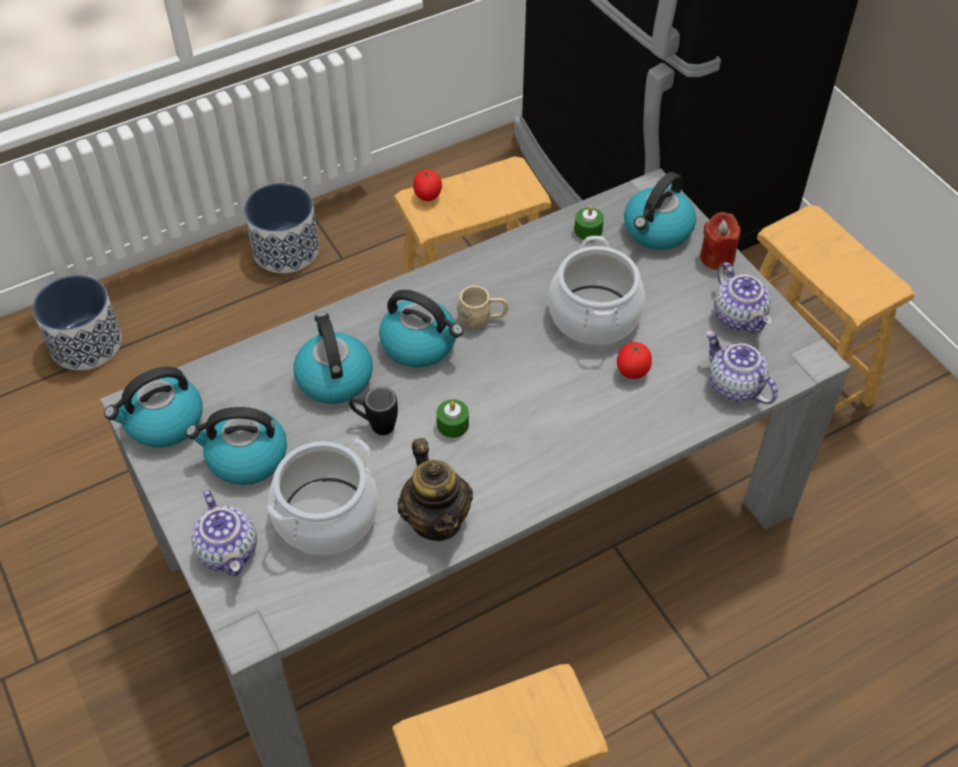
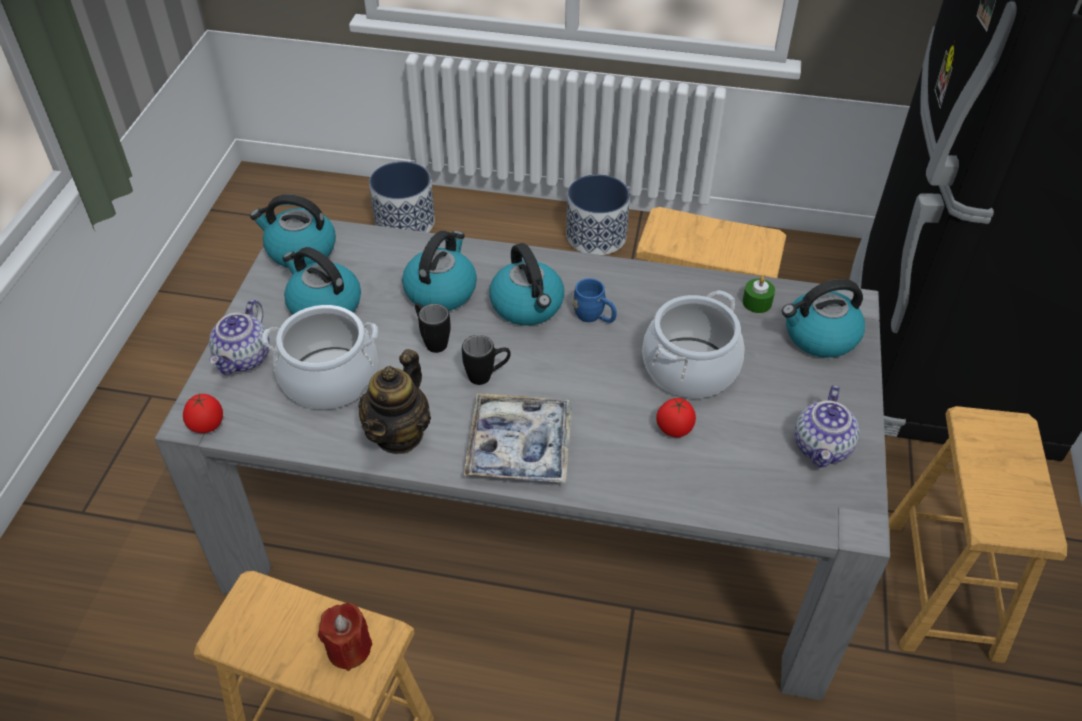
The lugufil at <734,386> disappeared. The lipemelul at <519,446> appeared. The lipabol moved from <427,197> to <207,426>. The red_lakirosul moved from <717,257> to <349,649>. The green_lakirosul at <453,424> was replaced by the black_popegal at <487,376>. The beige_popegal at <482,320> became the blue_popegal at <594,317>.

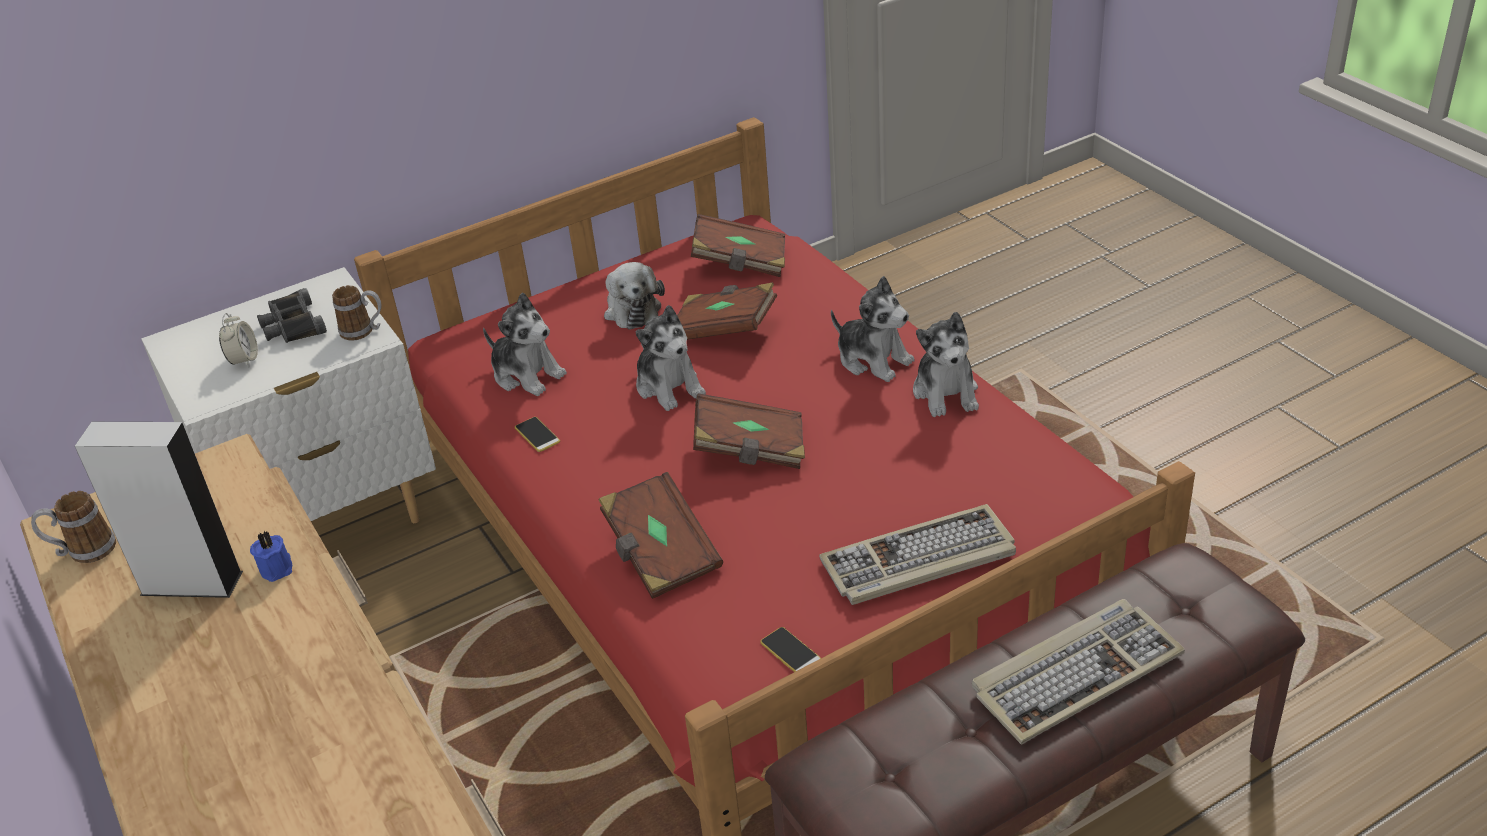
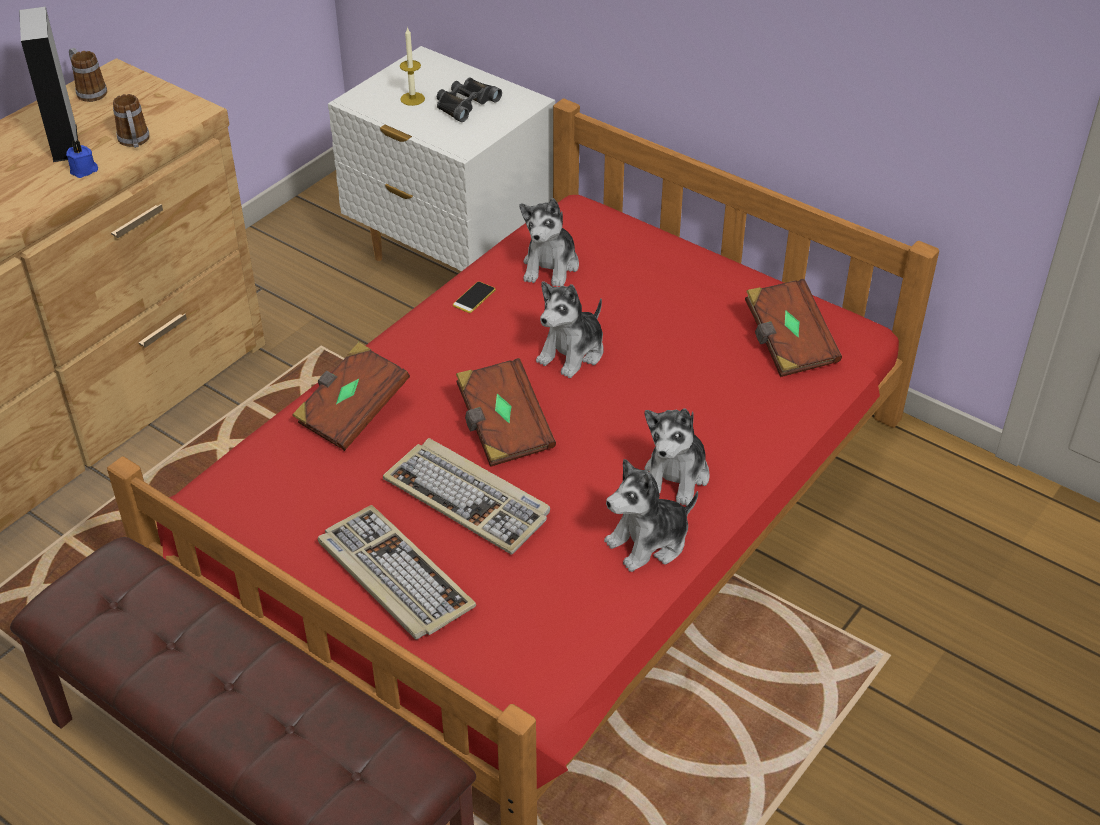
The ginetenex at <632,309> disappeared. The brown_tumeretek at <724,330> disappeared. The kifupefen at <790,651> disappeared. The popegal moved from <363,331> to <135,142>. The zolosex moved from <1076,673> to <469,499>. The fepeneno at <244,360> was replaced by the lakirosul at <412,99>.

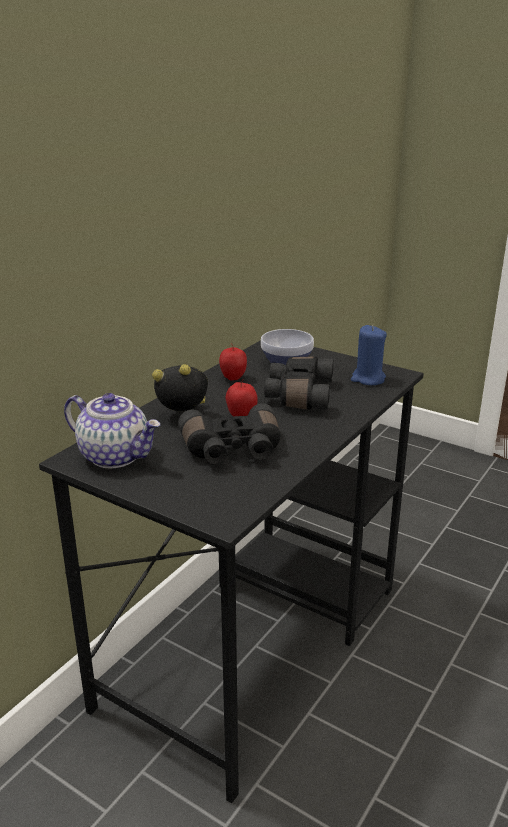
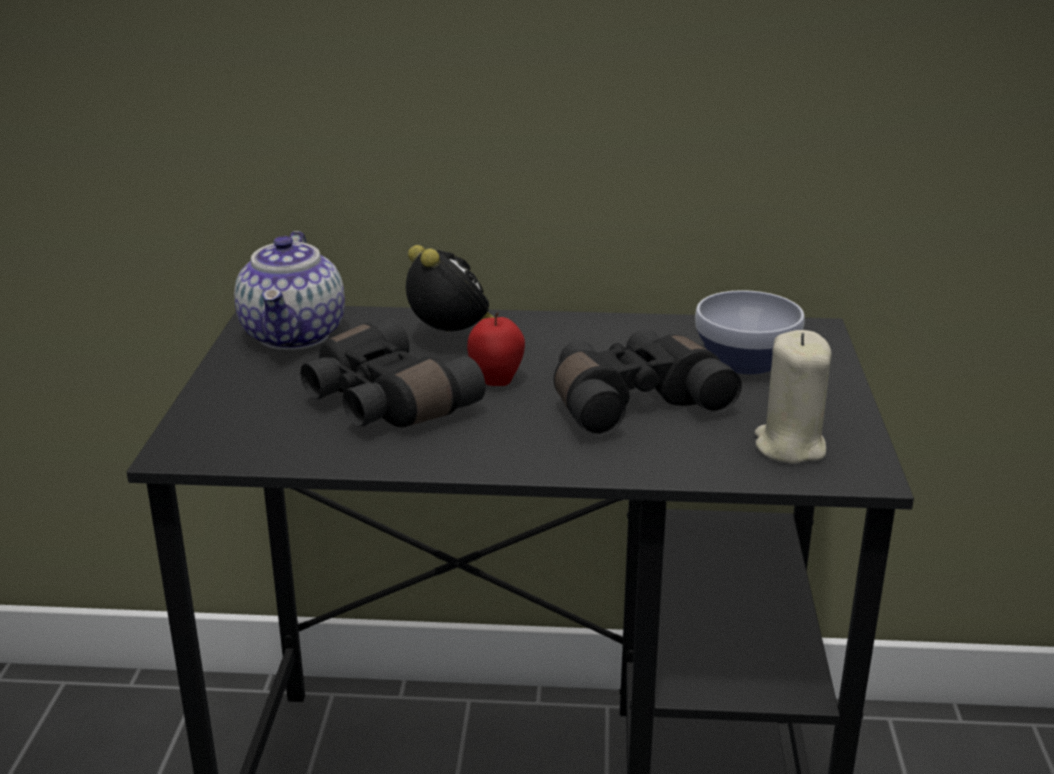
The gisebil at <233,378> disappeared. The blue_lakirosul at <368,379> became the beige_lakirosul at <789,446>.

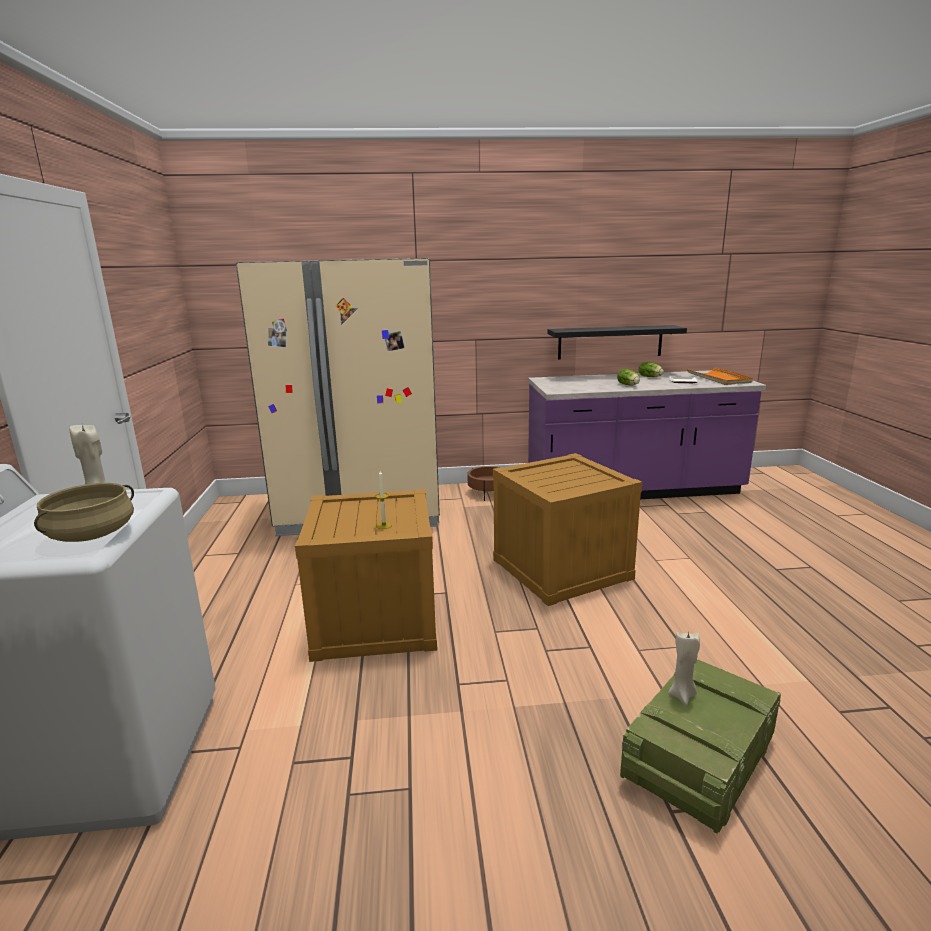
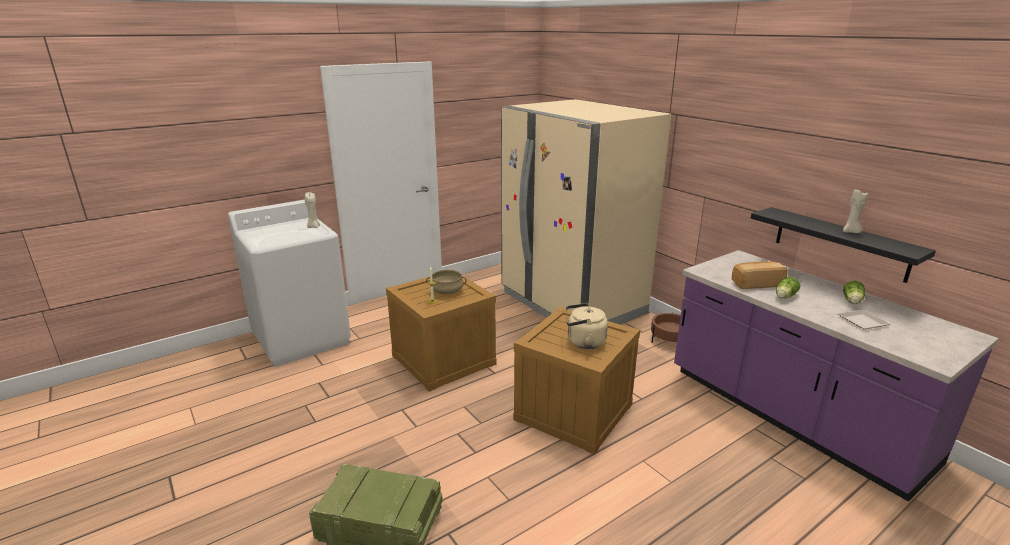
The orange_lipemelul at <719,379> disappeared. The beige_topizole at <583,342> appeared. The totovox at <756,284> appeared. The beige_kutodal moved from <92,535> to <446,291>. The beige_lakirosul moved from <682,695> to <851,232>.

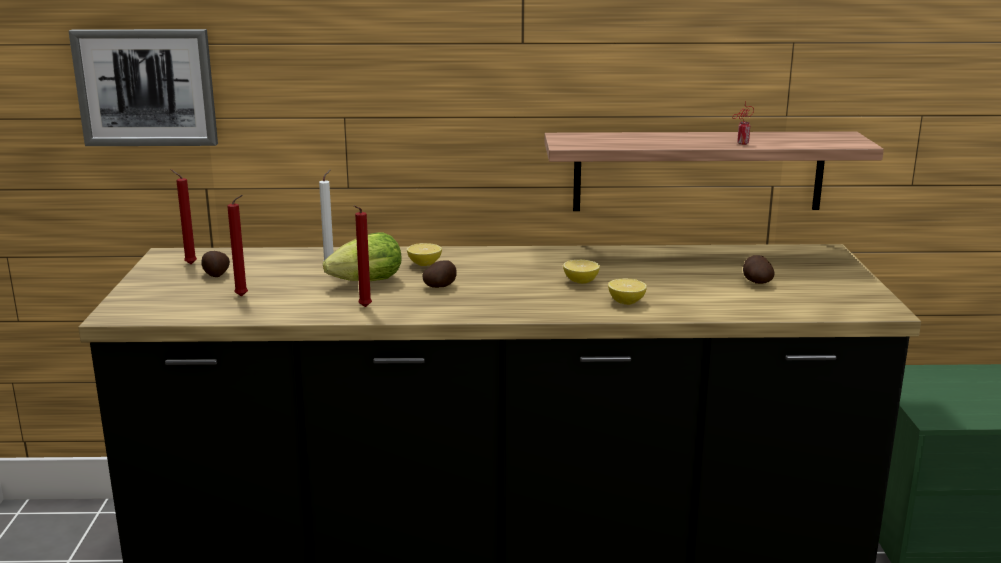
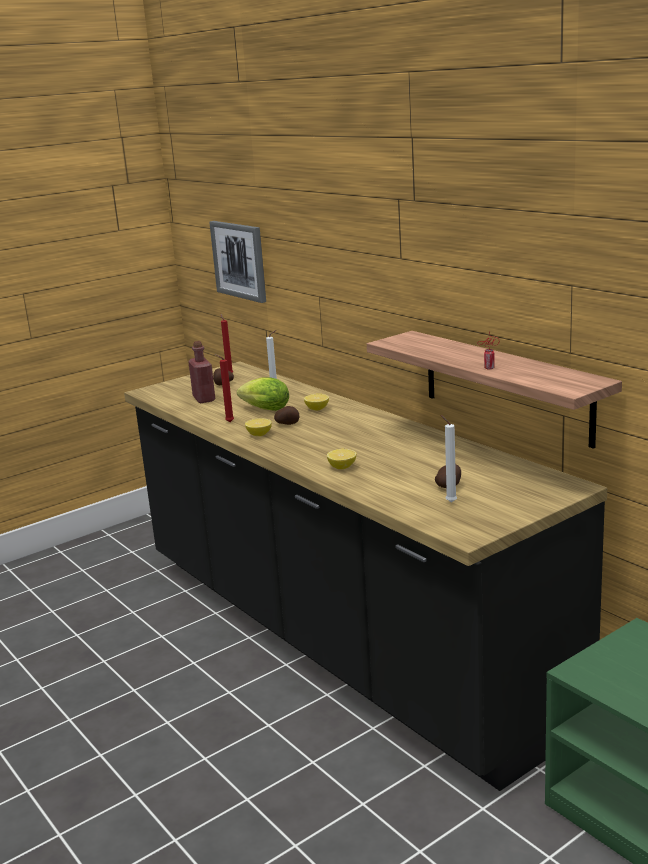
The white_lakirosul at <449,502> appeared. The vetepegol moved from <580,281> to <259,434>. The red_lakirosul at <243,296> was replaced by the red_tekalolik at <204,399>.

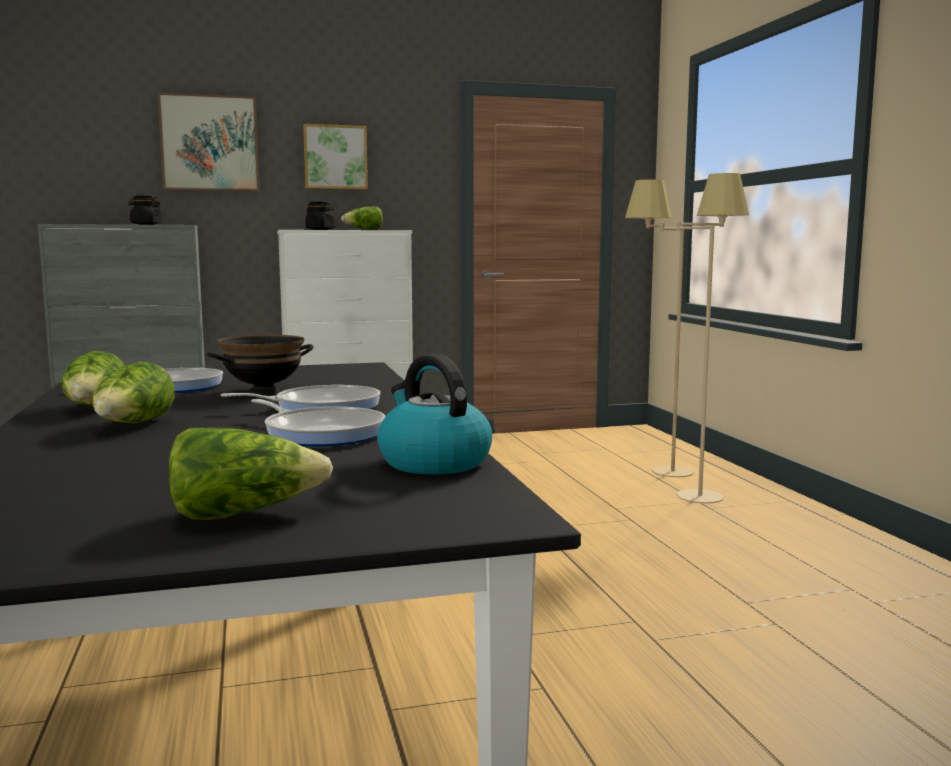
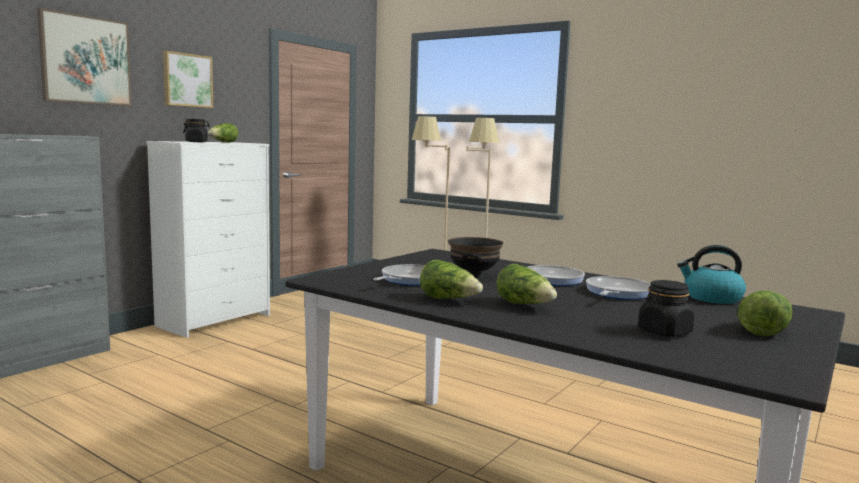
The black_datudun moved from <146,224> to <664,332>. The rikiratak at <321,433> turned 60 degrees counterclockwise.

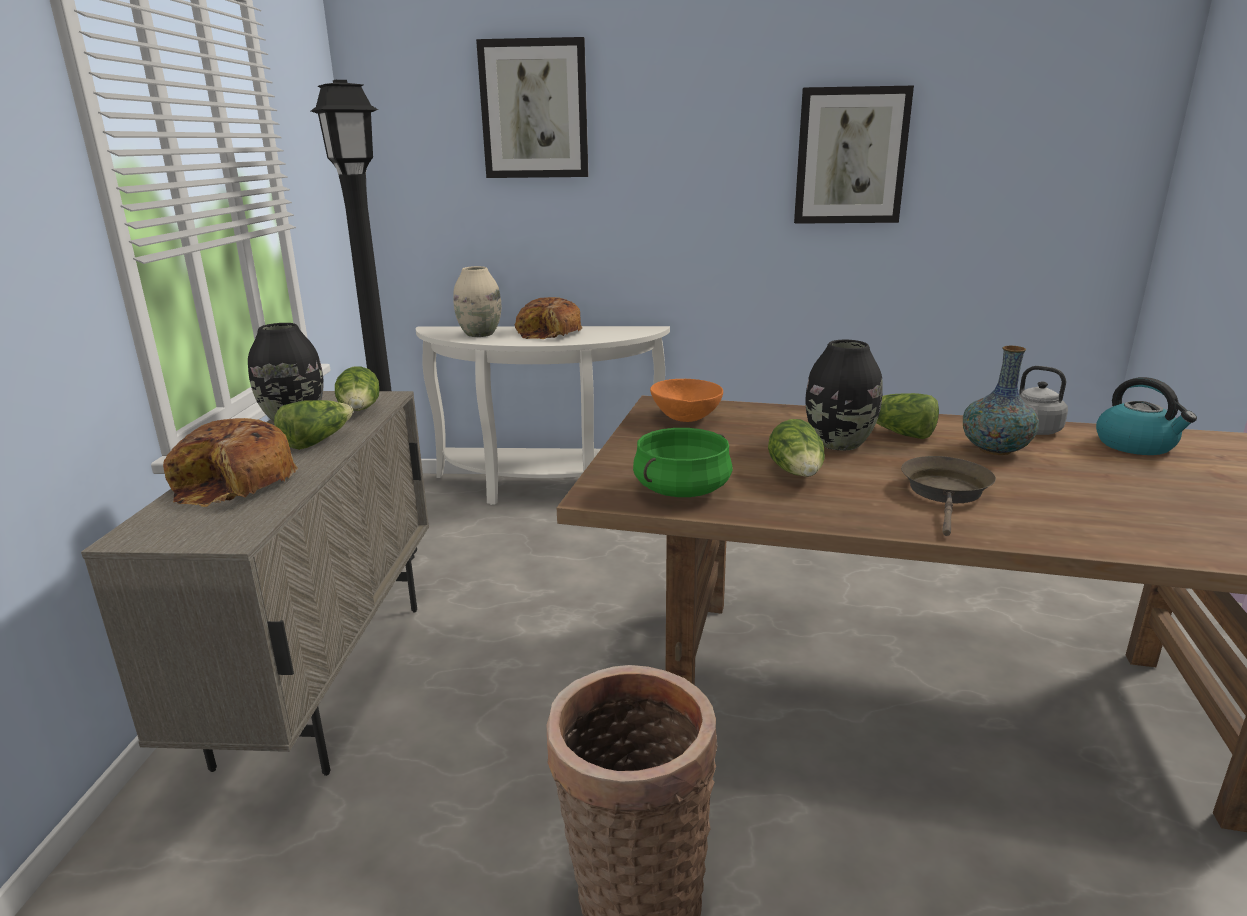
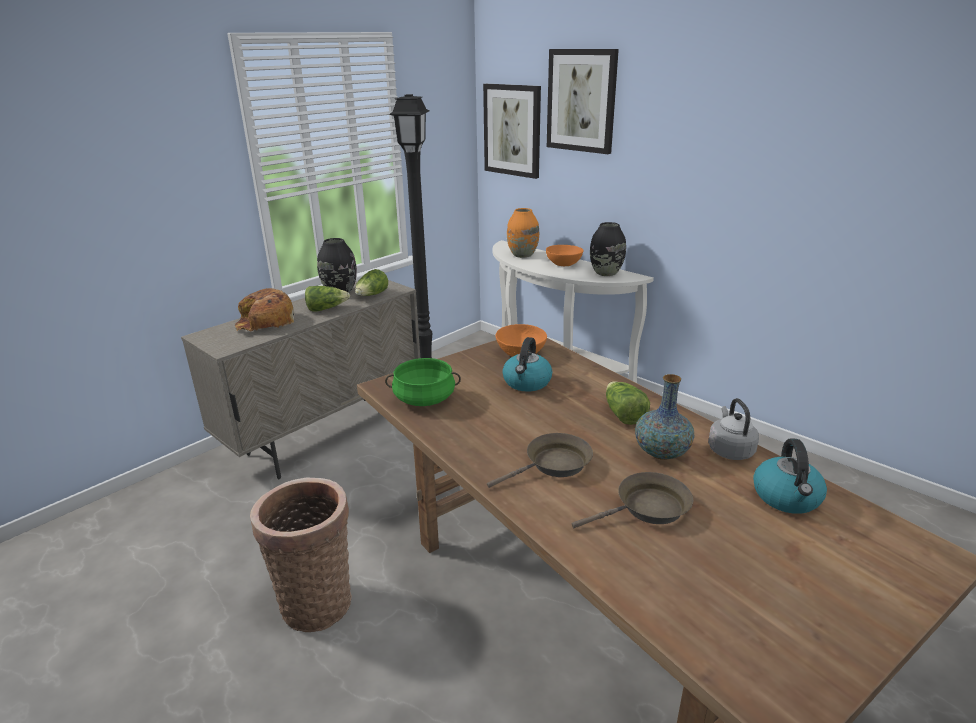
The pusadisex at <797,474> disappeared. The topizole at <527,382> appeared. The brown_rikiratak at <647,508> appeared. The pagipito moved from <850,156> to <512,130>. The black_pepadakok moved from <839,443> to <605,273>. The totovox at <550,333> was replaced by the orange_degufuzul at <563,264>. The beige_pepadakok at <479,334> became the orange_pepadakok at <522,255>.

